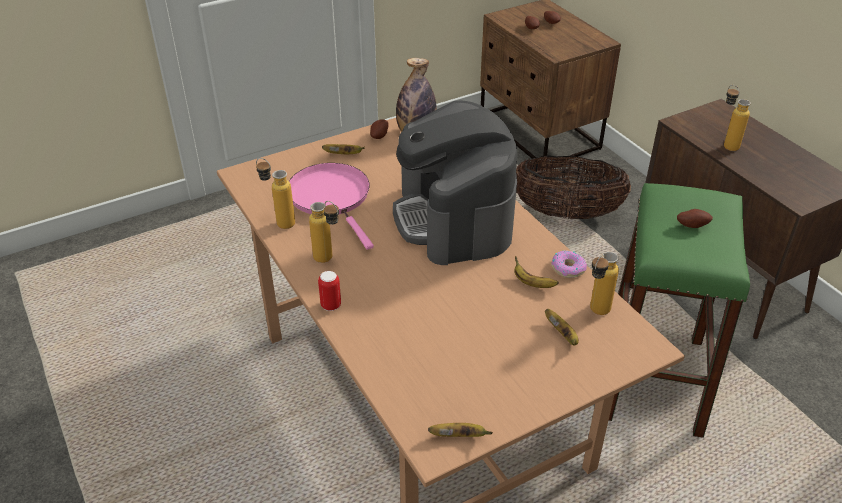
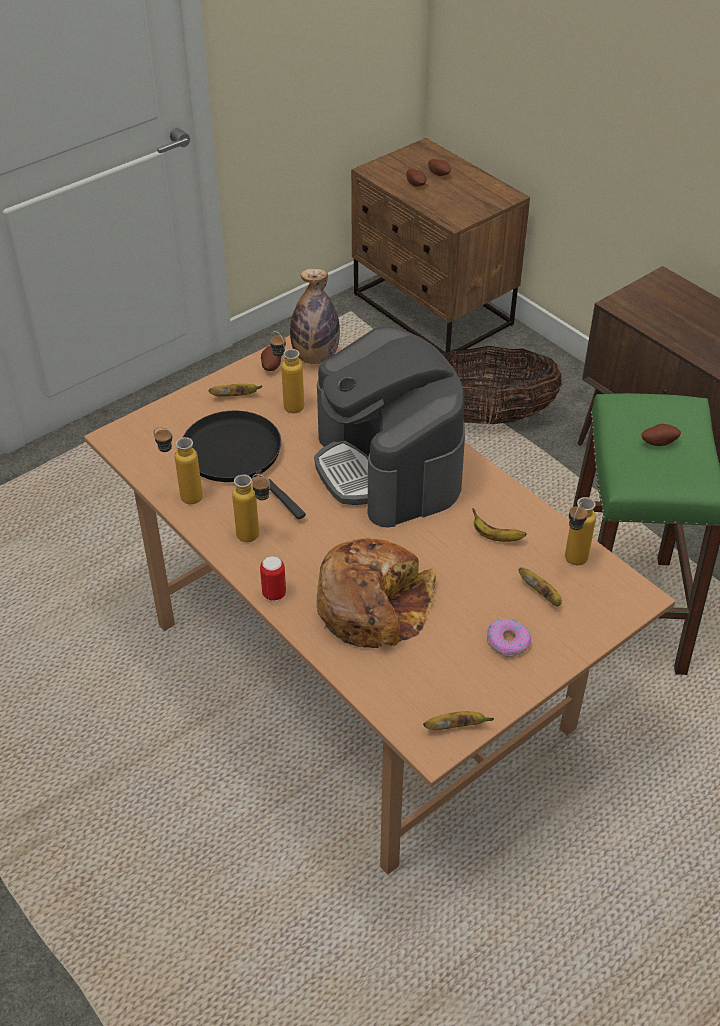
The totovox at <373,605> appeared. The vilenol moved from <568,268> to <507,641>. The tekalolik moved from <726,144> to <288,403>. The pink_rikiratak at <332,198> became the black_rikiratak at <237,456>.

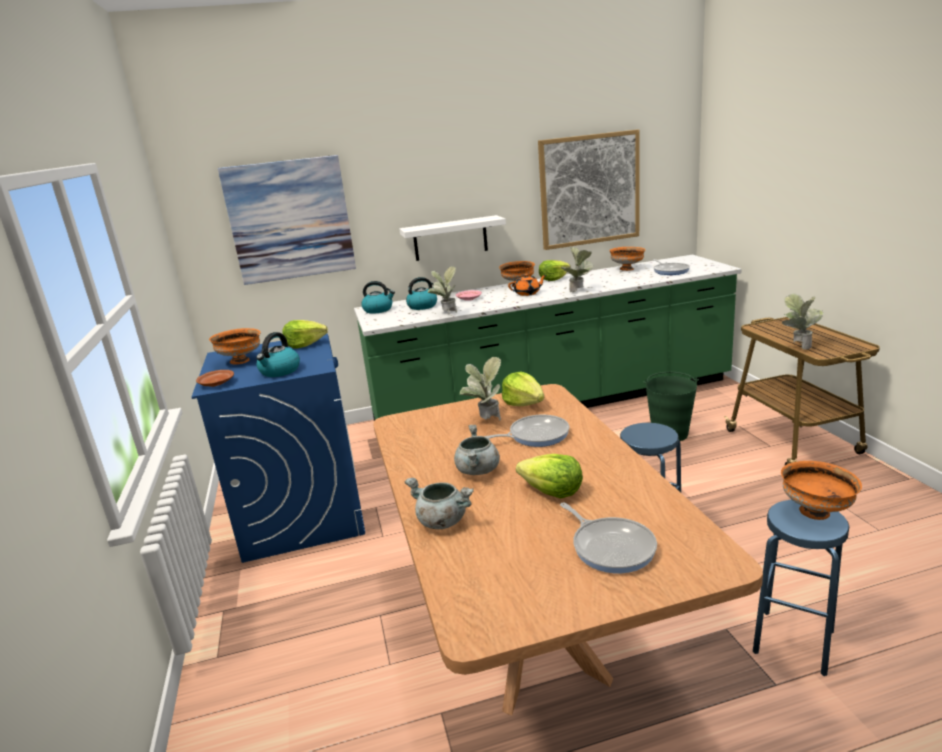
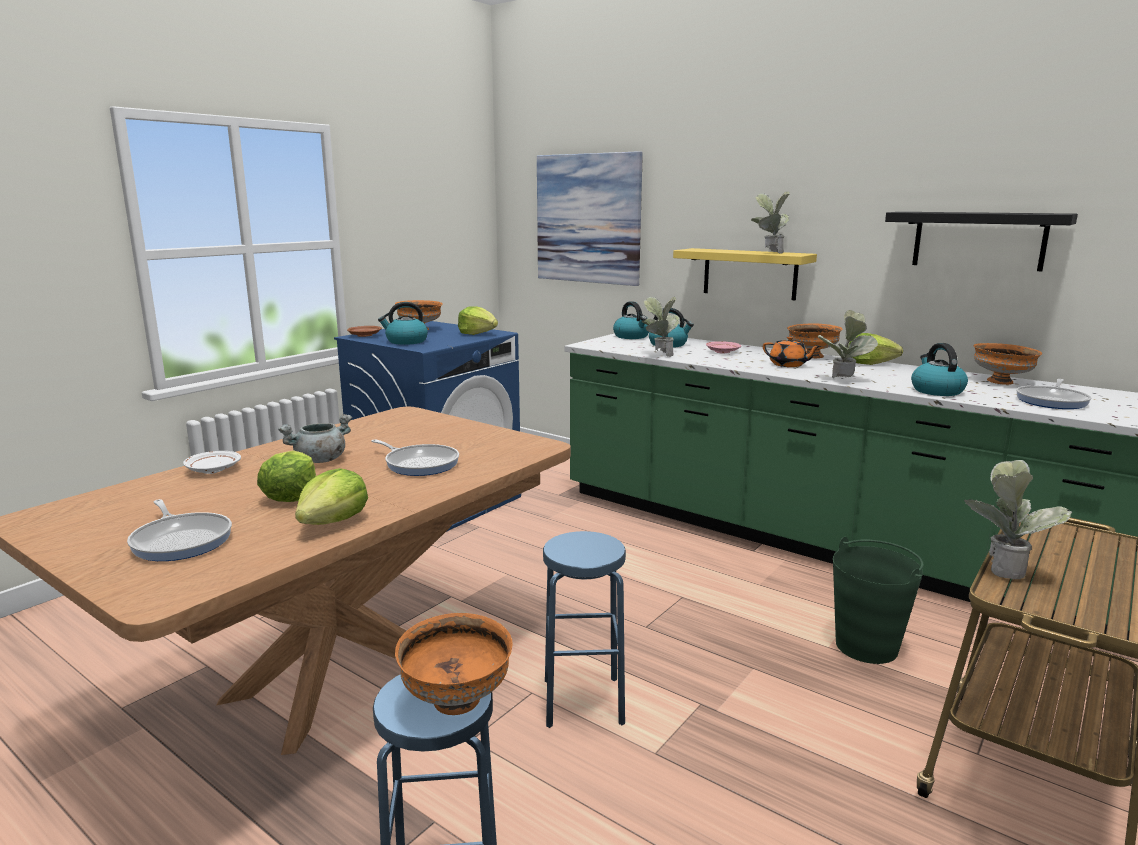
The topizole at <936,391> appeared. The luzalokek moved from <486,422> to <769,253>. The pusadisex moved from <524,403> to <333,522>. The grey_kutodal at <441,521> was replaced by the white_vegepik at <212,470>. The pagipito at <589,190> was replaced by the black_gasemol at <978,240>. The white_gasemol at <450,238> became the yellow_gasemol at <749,273>. The rikiratak at <611,547> turned 60 degrees counterclockwise.

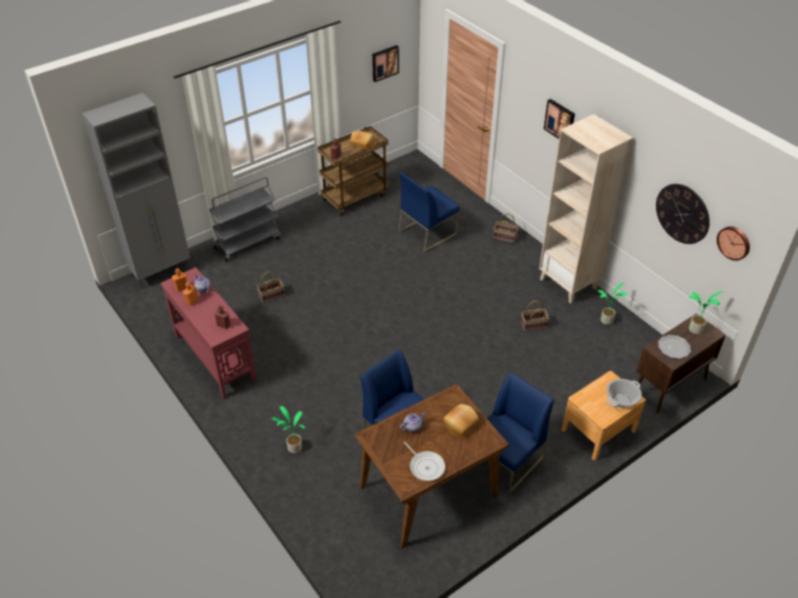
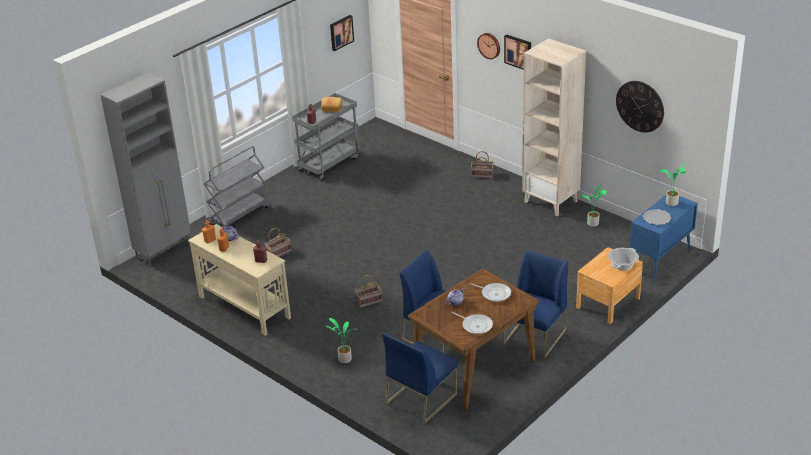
The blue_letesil moved from <427,232> to <421,398>. The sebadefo moved from <533,325> to <368,301>. The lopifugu moved from <734,242> to <489,45>. The totovox at <460,424> was replaced by the rikiratak at <494,294>. The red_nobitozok at <215,357> became the beige_nobitozok at <244,307>. The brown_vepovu at <355,197> became the grey_vepovu at <329,164>. The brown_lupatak at <669,386> became the blue_lupatak at <660,262>.

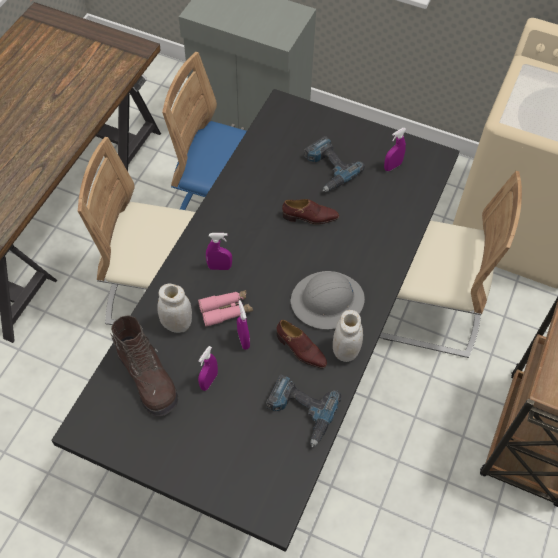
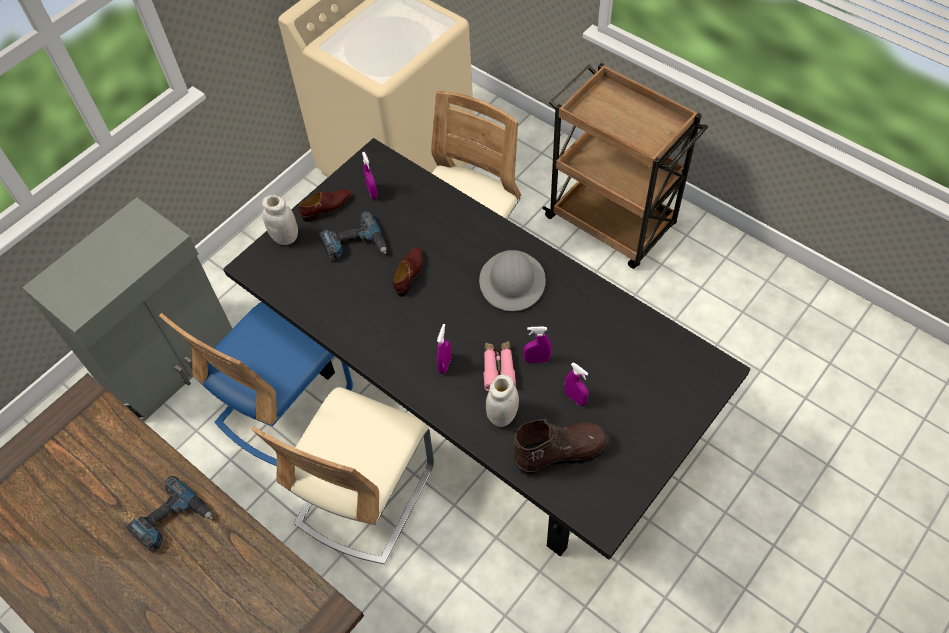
The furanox moved from <300,412> to <172,521>. The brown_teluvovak moved from <300,350> to <327,208>. The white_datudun moved from <345,351> to <285,237>.

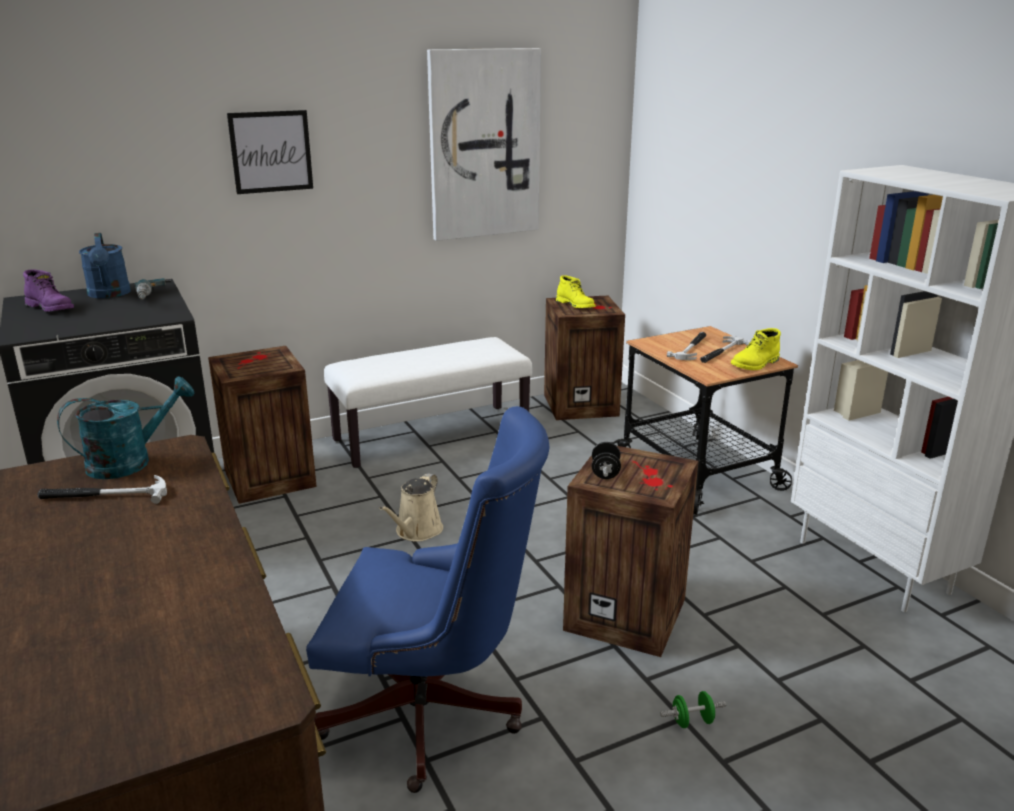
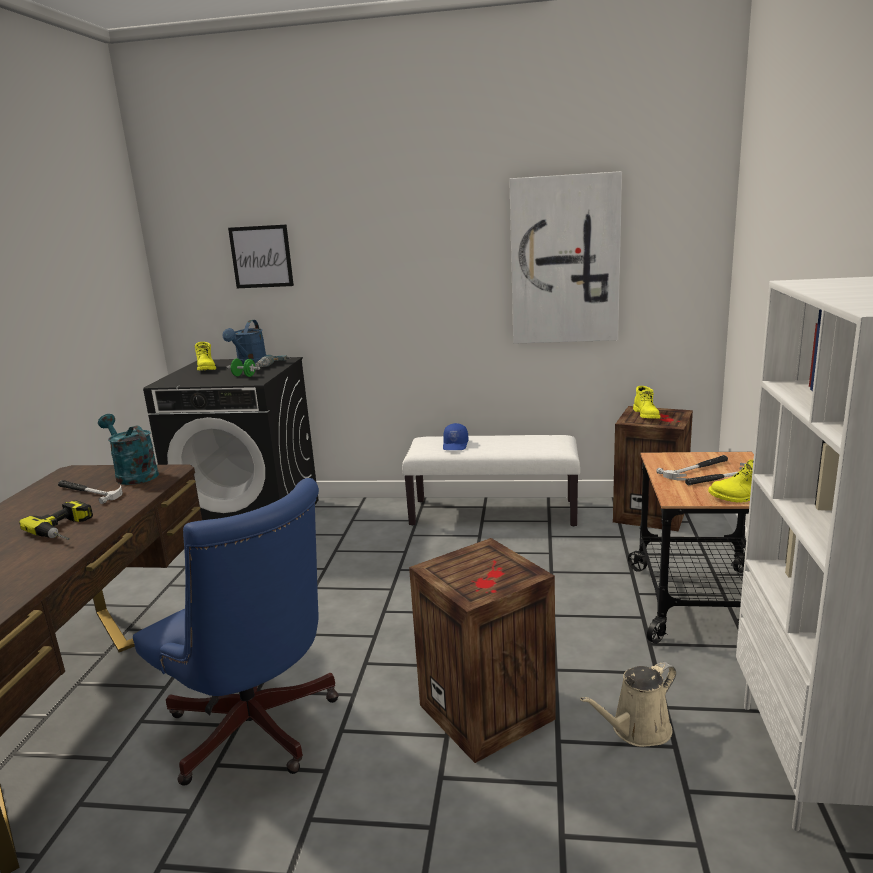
The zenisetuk at <267,478> disappeared. The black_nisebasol at <605,473> disappeared. The furanox at <68,529> appeared. The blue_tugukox at <456,445> appeared. The pagipito moved from <271,152> to <261,256>. The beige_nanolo moved from <416,531> to <637,730>. The green_nisebasol moved from <692,721> to <244,376>. The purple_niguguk at <51,308> became the yellow_niguguk at <206,368>. The turquoise_nanolo at <131,462> turned 135 degrees counterclockwise.

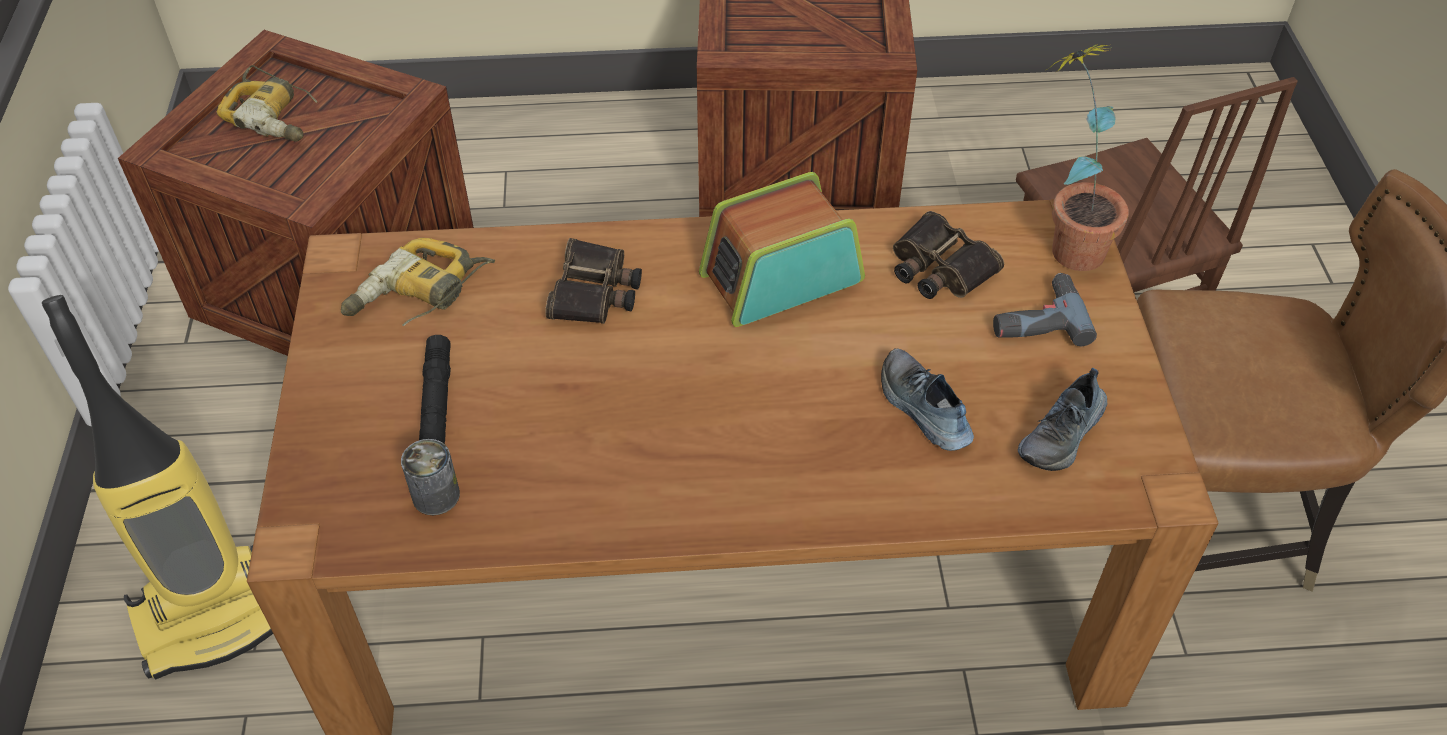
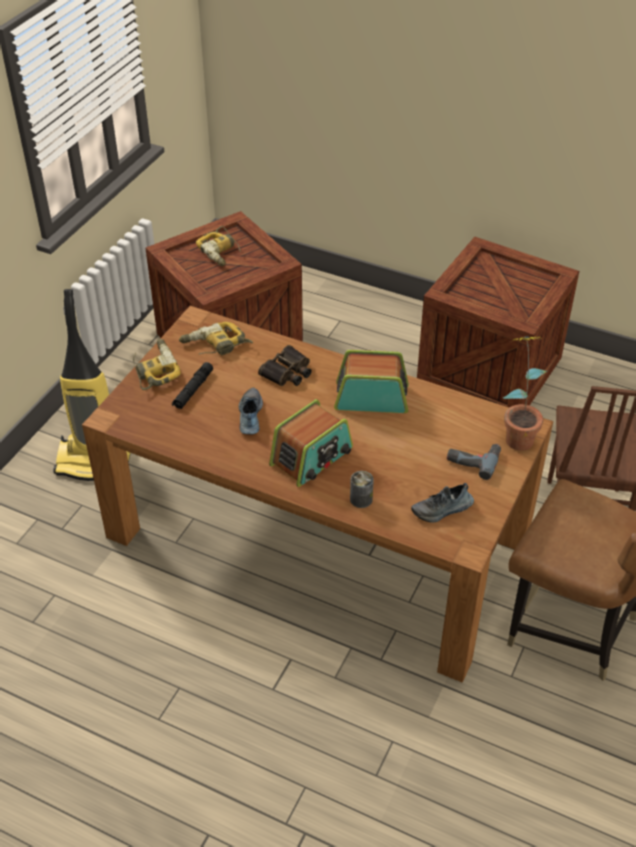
The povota at <938,268> disappeared. The furanox at <154,369> appeared. The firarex at <312,457> appeared. The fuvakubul moved from <436,495> to <361,499>. The teluvovak moved from <922,409> to <249,416>.

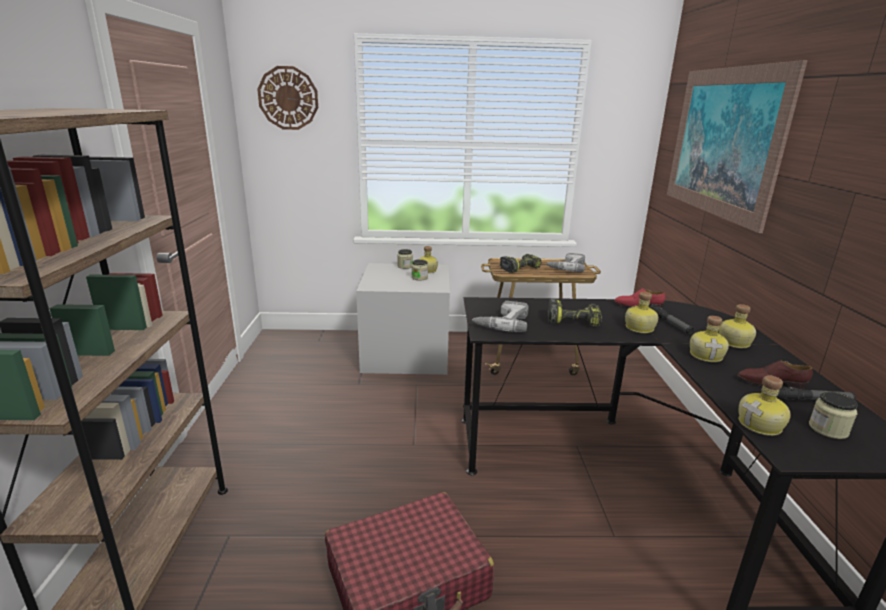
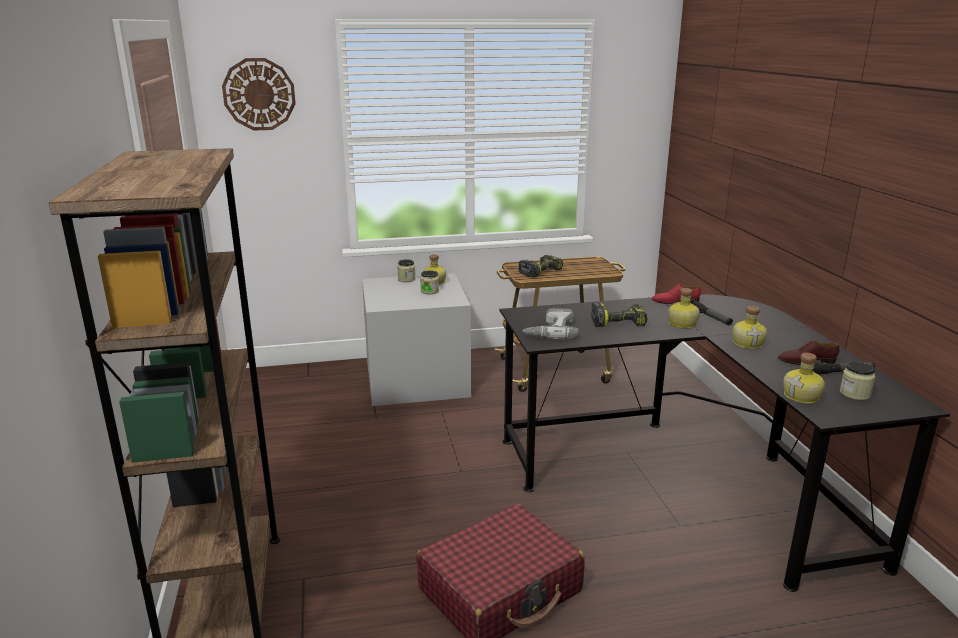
The furanox at <566,267> disappeared. The pagipito at <723,142> disappeared. The tekalolik at <732,342> disappeared.

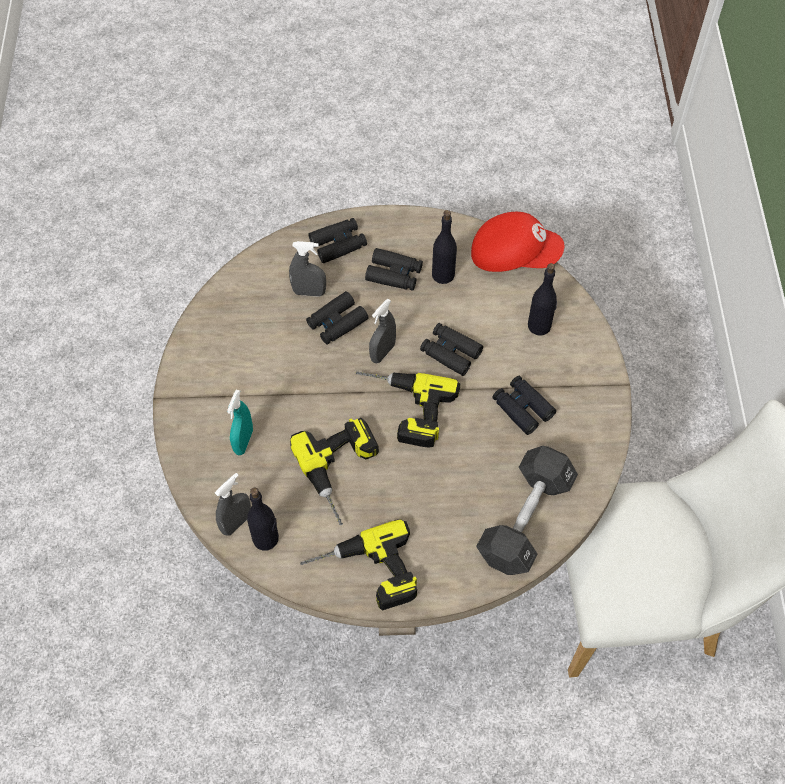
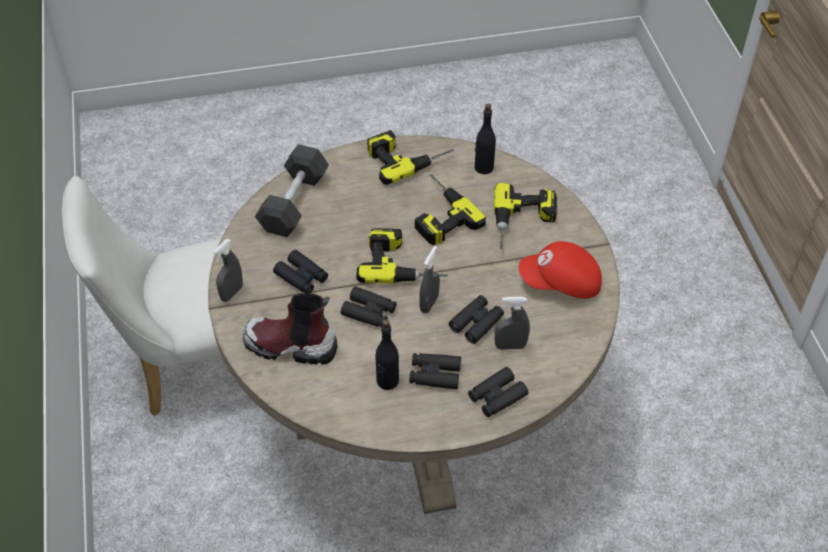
The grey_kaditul moved from <236,523> to <231,293>. The red_tugukox moved from <513,255> to <561,283>. The turquoise_kaditul at <243,441> was replaced by the furanox at <523,223>. The black_tekalolik at <539,326> was replaced by the niguguk at <290,346>.

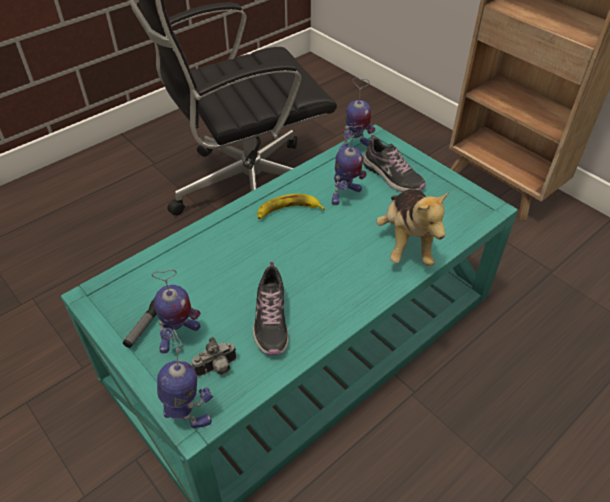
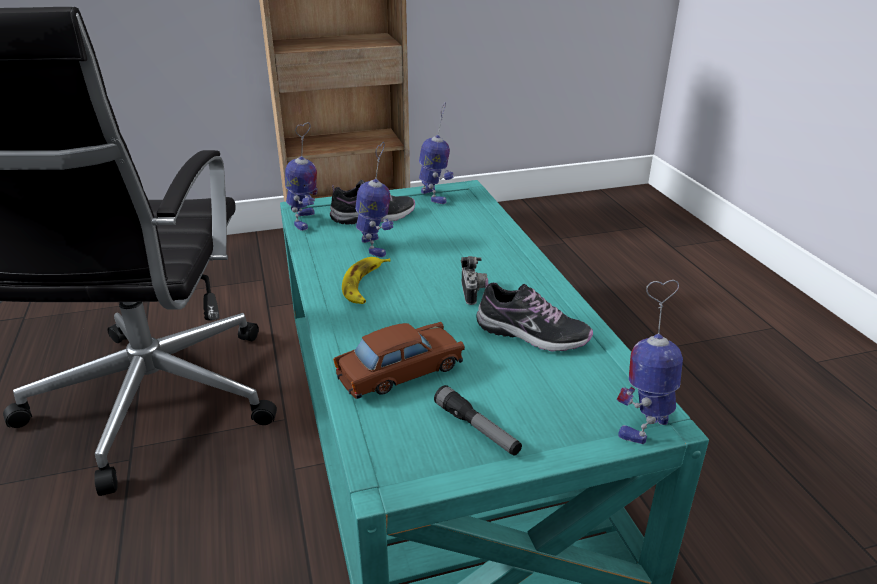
The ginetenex at <406,242> disappeared. The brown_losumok at <400,371> appeared. The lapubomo moved from <178,337> to <434,196>. The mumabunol moved from <217,369> to <474,293>.

